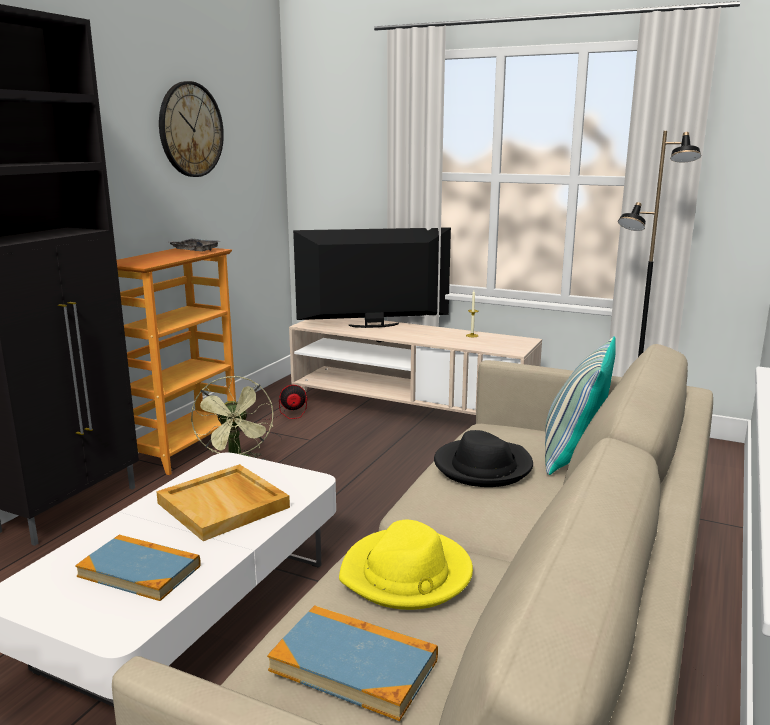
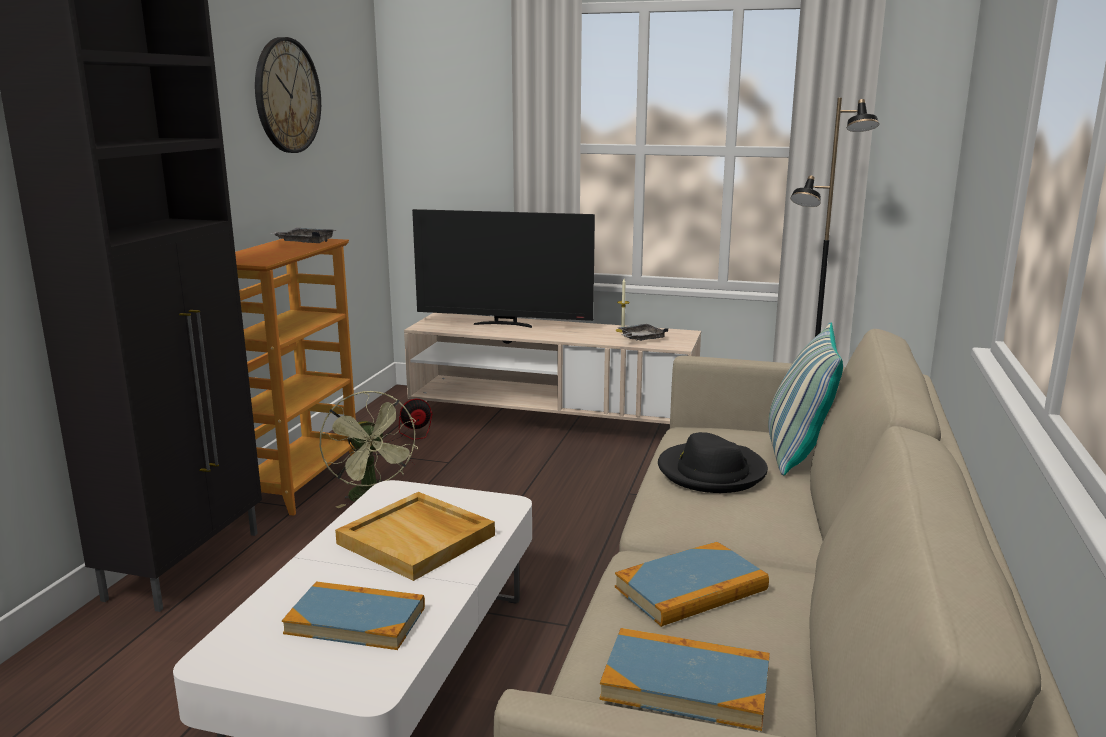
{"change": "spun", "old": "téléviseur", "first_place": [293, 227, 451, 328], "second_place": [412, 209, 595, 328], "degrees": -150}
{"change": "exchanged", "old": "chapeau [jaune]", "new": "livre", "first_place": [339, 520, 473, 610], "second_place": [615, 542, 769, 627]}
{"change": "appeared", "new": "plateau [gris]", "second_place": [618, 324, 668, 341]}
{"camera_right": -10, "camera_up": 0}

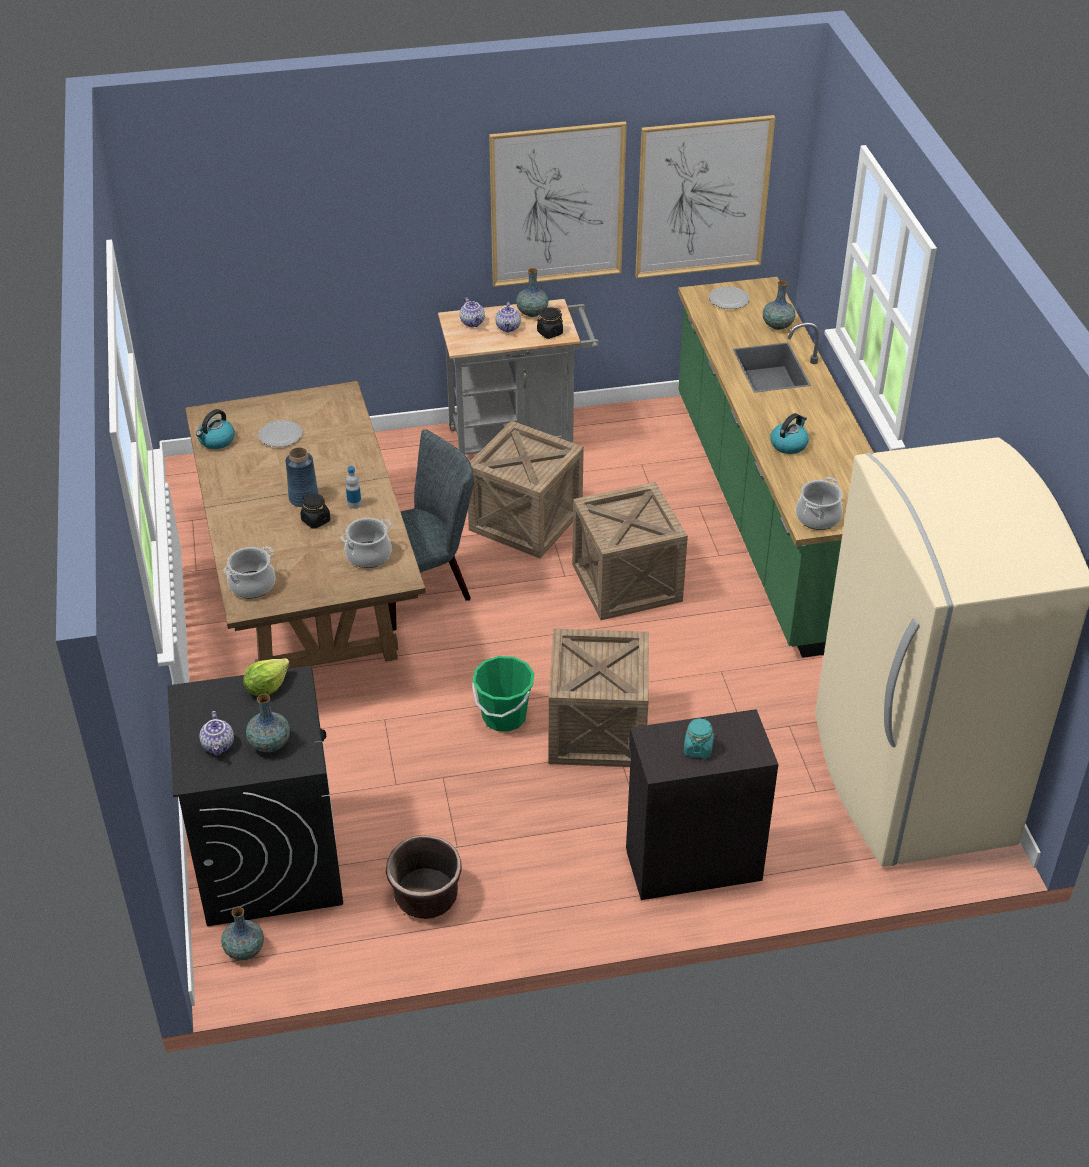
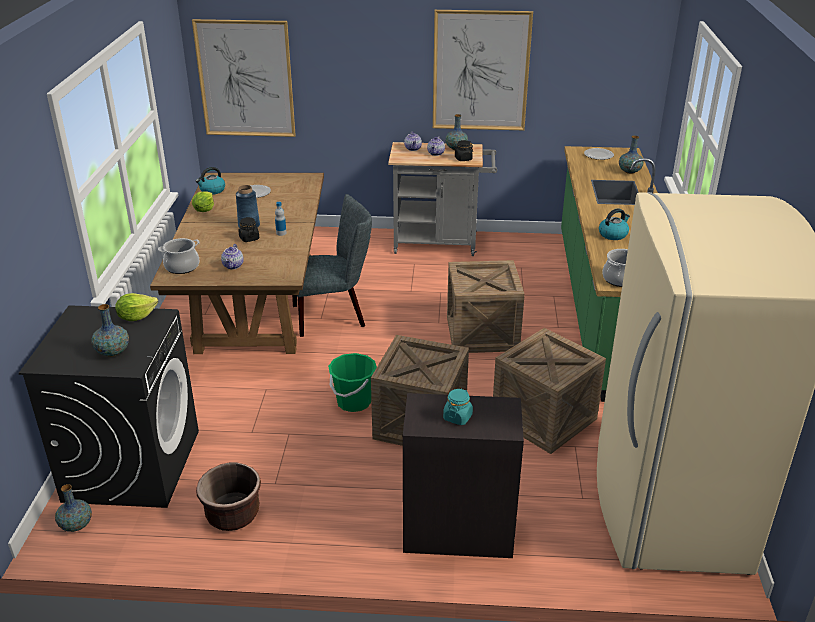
{"change": "relocated", "old": "théière", "first_place": [199, 711, 234, 756], "second_place": [221, 244, 244, 269]}
{"change": "missing", "old": "marmite", "first_place": [341, 518, 392, 568]}
{"change": "relocated", "old": "caisse", "first_place": [468, 421, 584, 558], "second_place": [493, 328, 606, 454]}
{"change": "relocated", "old": "tableau", "first_place": [635, 115, 775, 279], "second_place": [192, 19, 296, 137]}
{"change": "appeared", "new": "laitue", "second_place": [192, 192, 214, 212]}
{"camera_right": 15, "camera_up": -10}

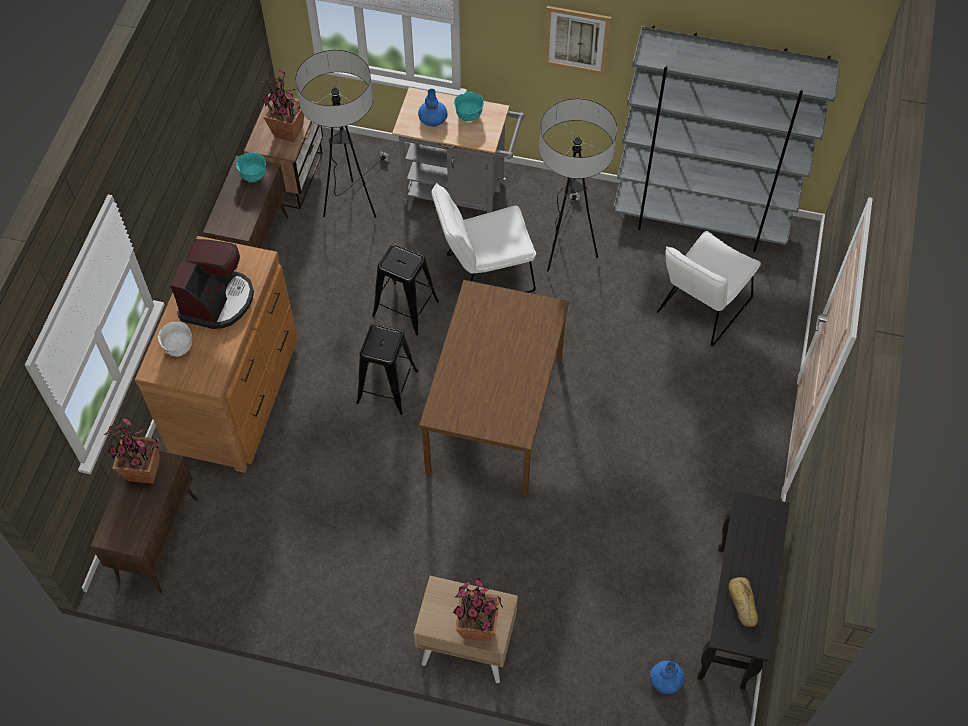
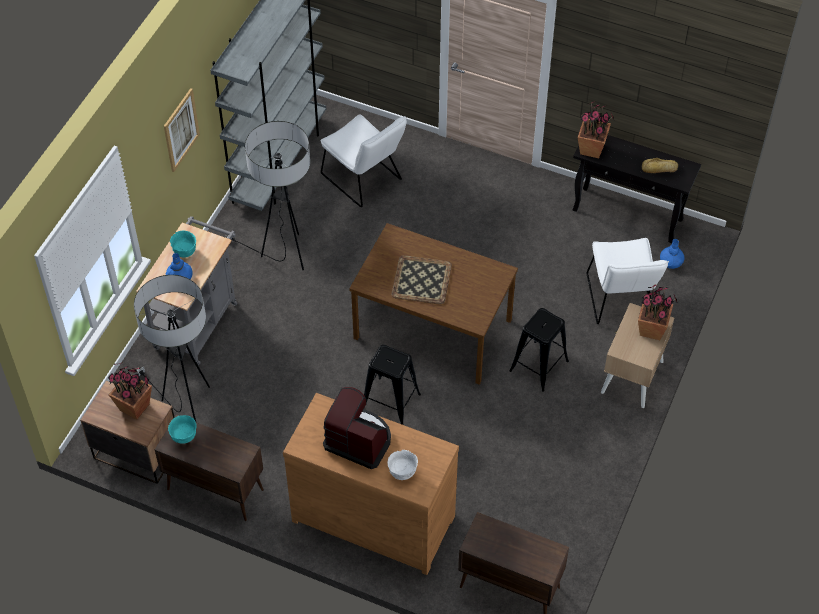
{"change": "relocated", "old": "plante en pot", "first_place": [104, 417, 160, 484], "second_place": [578, 101, 614, 158]}
{"change": "relocated", "old": "tabouret [noir]", "first_place": [372, 244, 439, 335], "second_place": [509, 308, 569, 392]}
{"change": "relocated", "old": "chaise [blanc]", "first_place": [432, 183, 536, 293], "second_place": [587, 238, 669, 324]}
{"change": "appeared", "new": "plateau", "second_place": [391, 255, 452, 304]}
{"camera_right": -80, "camera_up": -5}

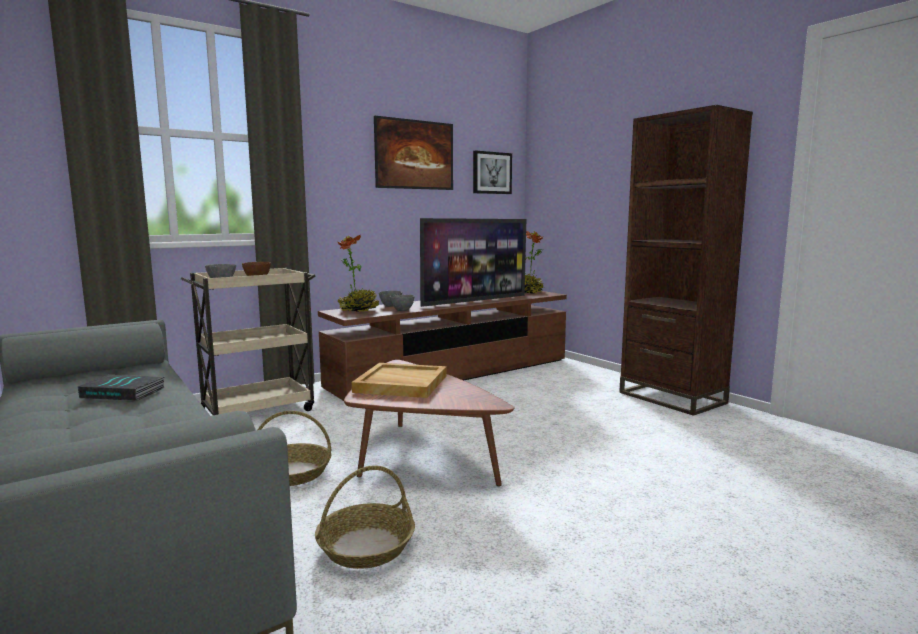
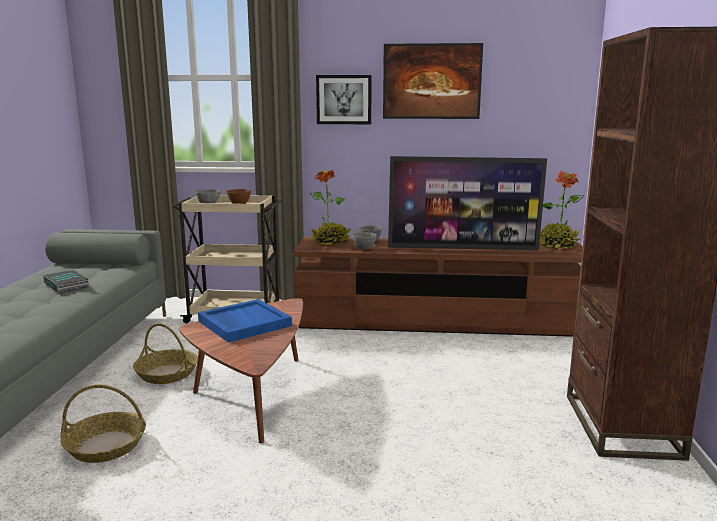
{"change": "colour", "old": "plateau [beige]", "new": "plateau [bleu]", "first_place": [352, 363, 446, 398], "second_place": [198, 299, 292, 343]}
{"change": "relocated", "old": "tableau", "first_place": [473, 150, 512, 194], "second_place": [316, 75, 372, 124]}
{"camera_right": 40, "camera_up": 5}

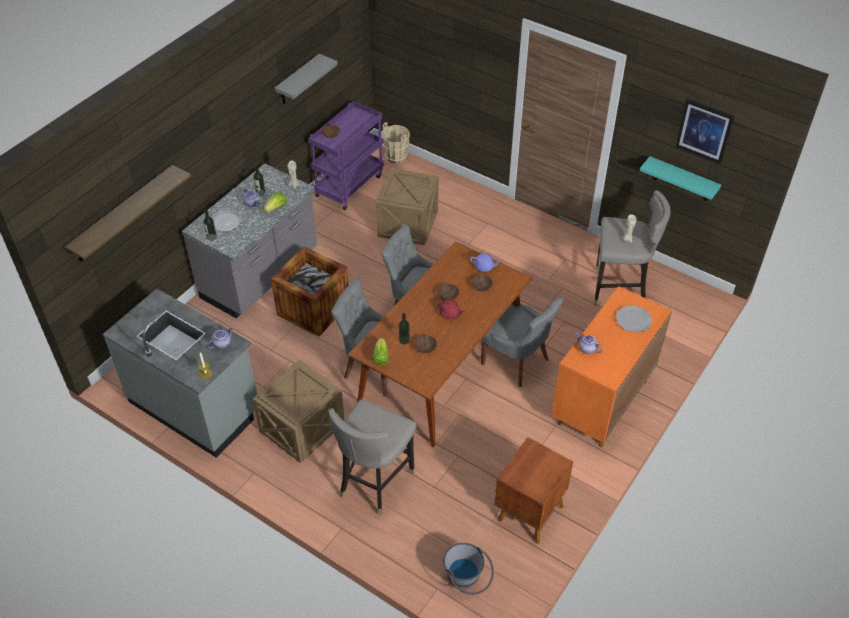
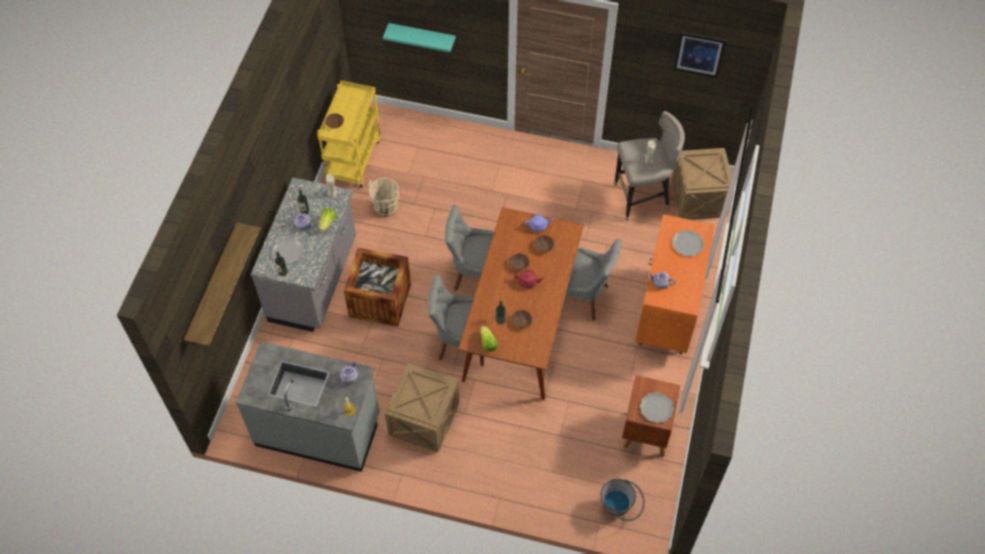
{"change": "missing", "old": "étagère [gris]", "first_place": [275, 54, 338, 104]}
{"change": "colour", "old": "chariot [violet]", "new": "chariot [jaune]", "first_place": [308, 101, 384, 210], "second_place": [317, 81, 381, 188]}
{"change": "missing", "old": "tabouret [gris]", "first_place": [328, 399, 417, 515]}
{"change": "relocated", "old": "caisse", "first_place": [376, 168, 439, 245], "second_place": [671, 148, 735, 220]}
{"change": "relocated", "old": "seau [beige]", "first_place": [381, 122, 410, 164], "second_place": [368, 177, 399, 217]}
{"change": "relocated", "old": "étagère [turquoise]", "first_place": [640, 156, 721, 201], "second_place": [383, 23, 456, 52]}
{"change": "appeared", "new": "assiette", "second_place": [640, 392, 674, 423]}
{"camera_right": -20, "camera_up": 10}

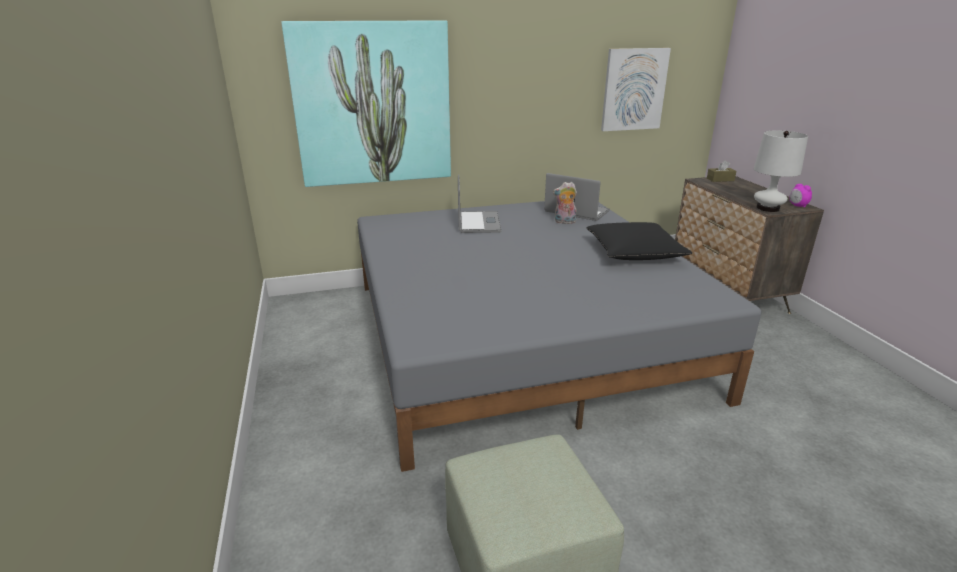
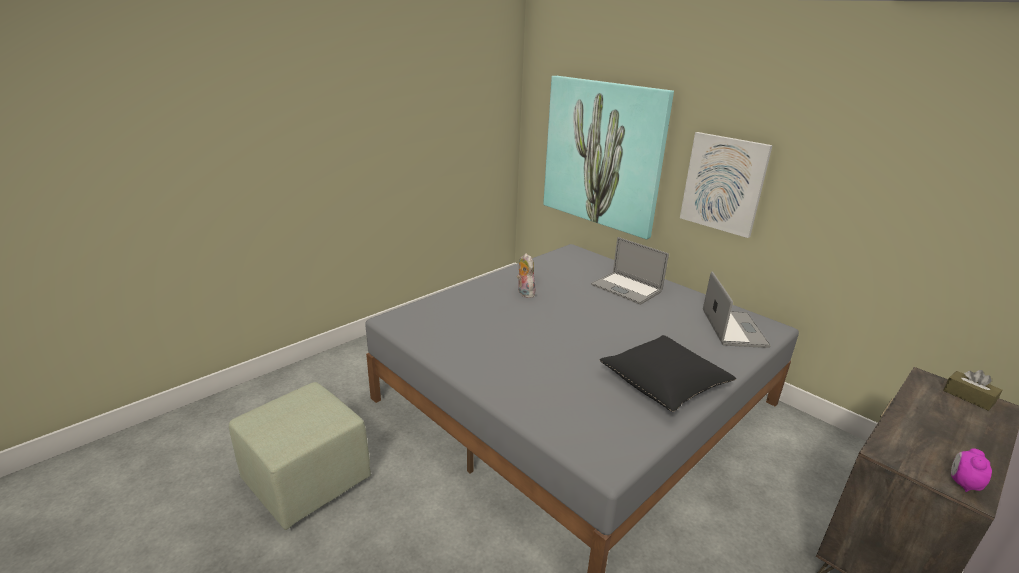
{"change": "spun", "old": "ordinateur portable", "first_place": [458, 174, 502, 233], "second_place": [591, 237, 669, 305], "degrees": 75}
{"change": "relocated", "old": "peluche", "first_place": [553, 182, 577, 224], "second_place": [517, 253, 536, 298]}
{"change": "relocated", "old": "tableau", "first_place": [601, 48, 671, 131], "second_place": [680, 132, 773, 238]}
{"change": "missing", "old": "lampe de table [blanc]", "first_place": [754, 130, 808, 212]}
{"camera_right": 60, "camera_up": 0}

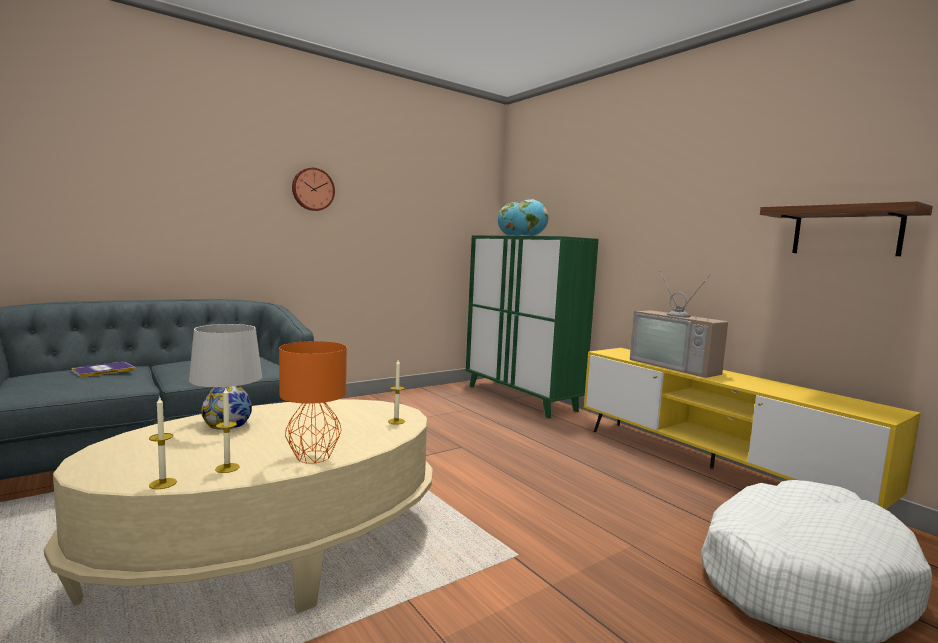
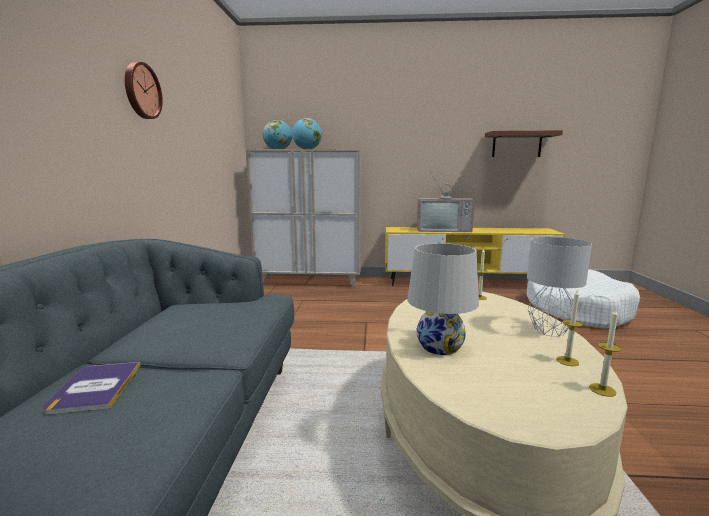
{"change": "colour", "old": "lampe de table [orange]", "new": "lampe de table [gris]", "first_place": [279, 341, 347, 463], "second_place": [527, 237, 592, 337]}
{"change": "colour", "old": "meuble de rangement [vert]", "new": "meuble de rangement [beige]", "first_place": [466, 235, 598, 418], "second_place": [246, 149, 362, 288]}
{"camera_right": -50, "camera_up": 5}

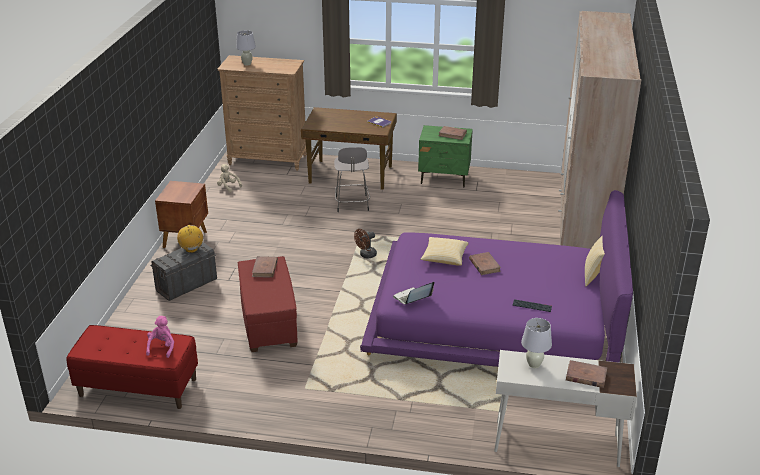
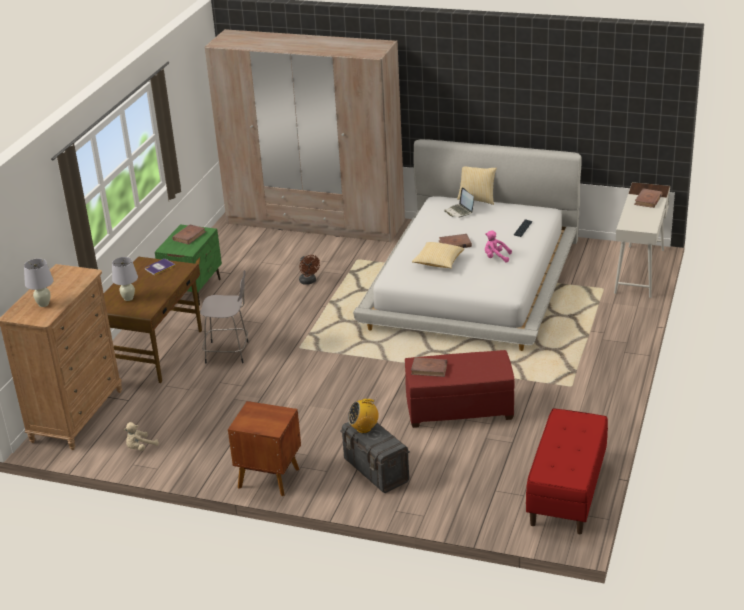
{"change": "relocated", "old": "peluche [rose]", "first_place": [146, 316, 174, 358], "second_place": [485, 230, 512, 263]}
{"change": "relocated", "old": "ventilateur [marron]", "first_place": [354, 229, 377, 258], "second_place": [299, 255, 320, 285]}
{"change": "colour", "old": "lit [violet]", "new": "lit [blanc]", "first_place": [360, 190, 633, 367], "second_place": [353, 139, 582, 351]}
{"change": "relocated", "old": "ordinateur portable", "first_place": [393, 282, 434, 304], "second_place": [444, 187, 474, 217]}
{"change": "relocated", "old": "lampe de table [blanc]", "first_place": [521, 318, 552, 368], "second_place": [112, 257, 138, 301]}
{"camera_right": -80, "camera_up": 0}

